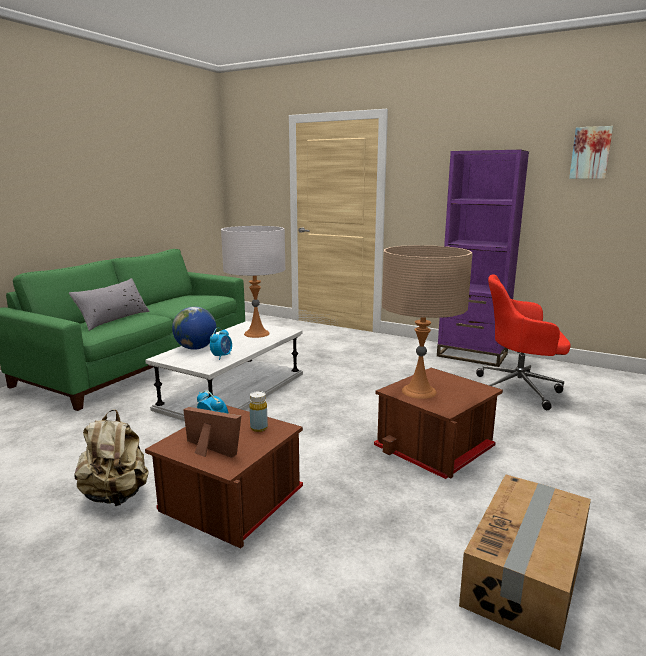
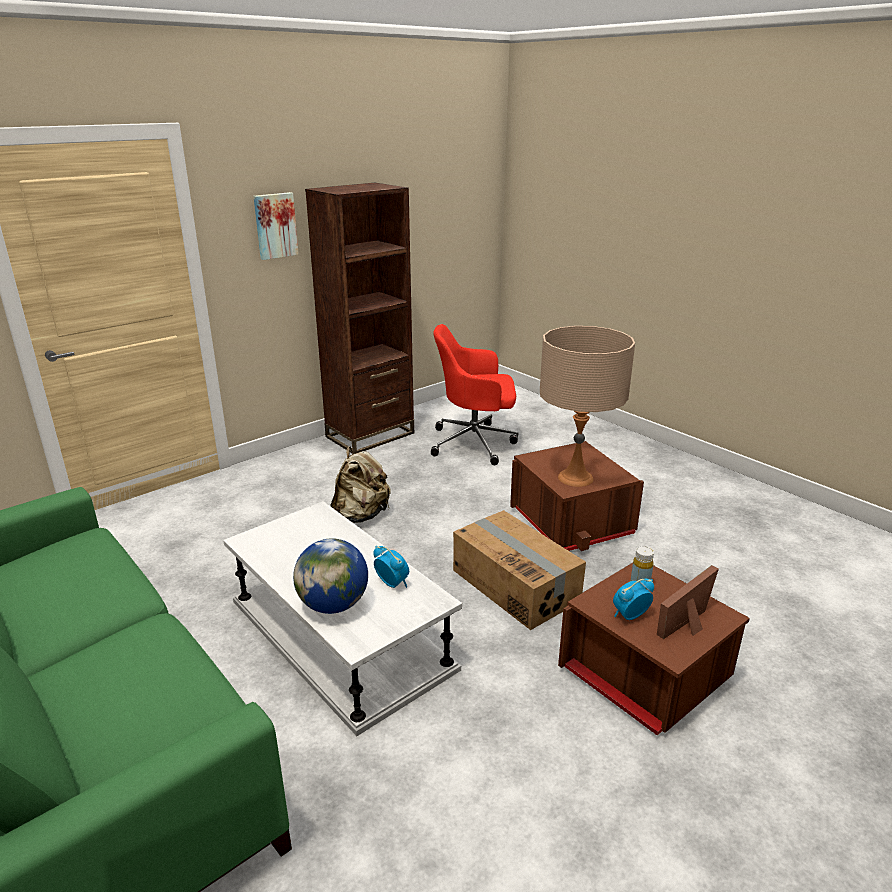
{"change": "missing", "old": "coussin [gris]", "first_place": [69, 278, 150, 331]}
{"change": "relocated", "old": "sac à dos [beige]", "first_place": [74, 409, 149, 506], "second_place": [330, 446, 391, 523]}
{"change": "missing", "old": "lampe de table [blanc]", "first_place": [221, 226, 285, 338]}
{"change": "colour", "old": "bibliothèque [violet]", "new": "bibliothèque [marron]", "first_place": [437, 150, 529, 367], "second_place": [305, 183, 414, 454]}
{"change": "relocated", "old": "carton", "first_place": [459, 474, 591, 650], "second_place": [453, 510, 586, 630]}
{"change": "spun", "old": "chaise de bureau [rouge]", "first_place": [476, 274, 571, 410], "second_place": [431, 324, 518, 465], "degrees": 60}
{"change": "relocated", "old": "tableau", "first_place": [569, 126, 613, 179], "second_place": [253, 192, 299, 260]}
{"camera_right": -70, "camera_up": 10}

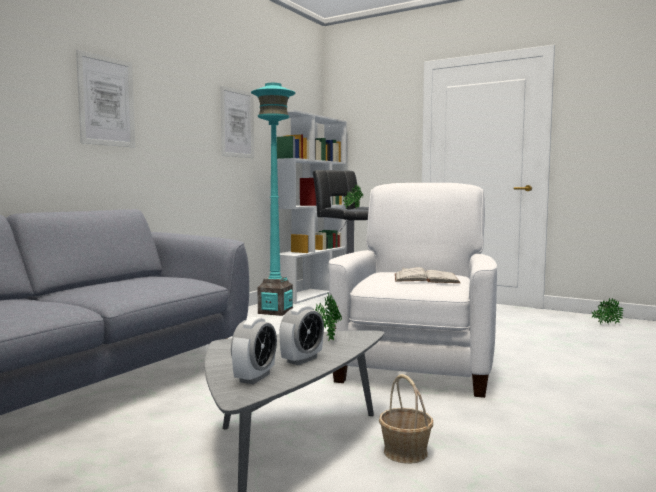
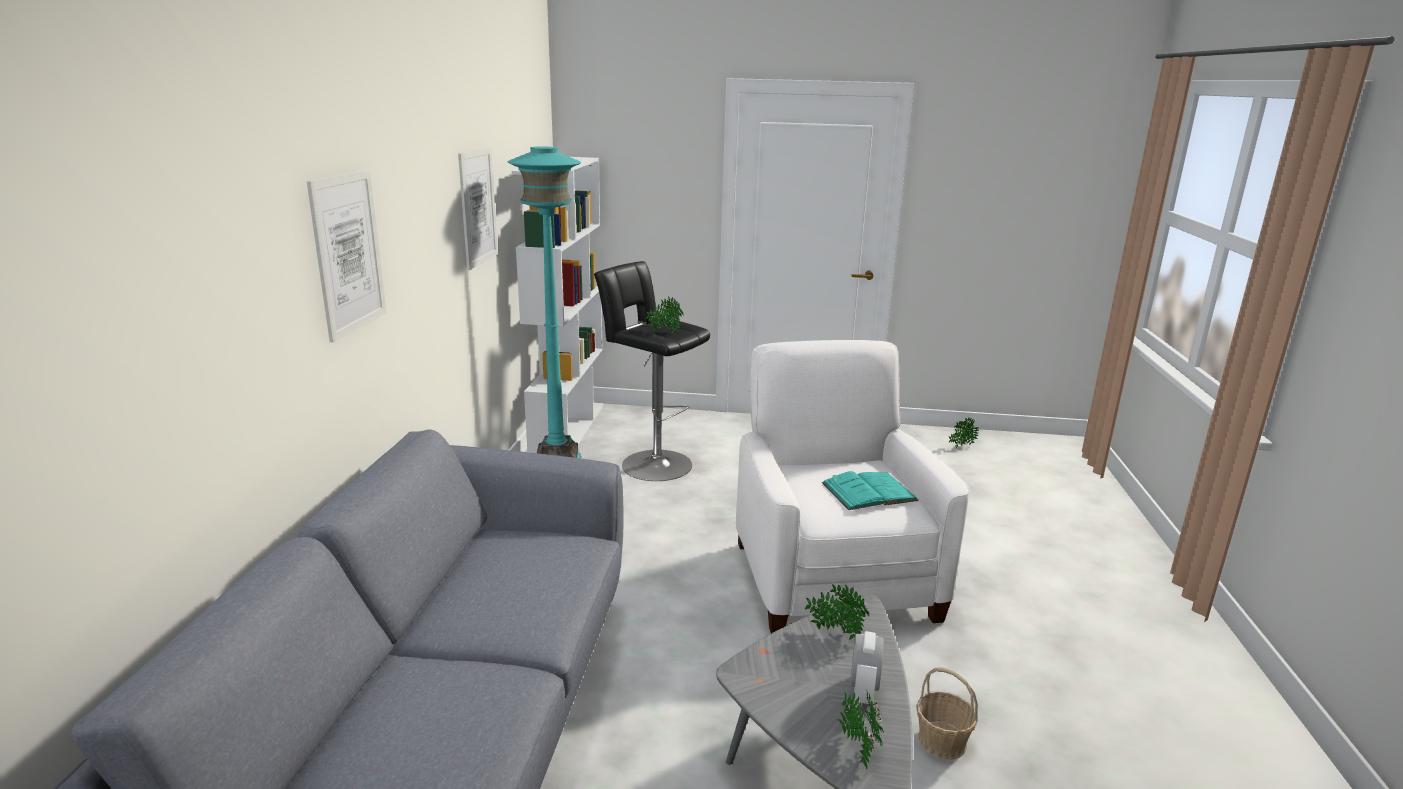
{"change": "exchanged", "old": "réveil", "new": "plante en pot", "first_place": [231, 317, 277, 384], "second_place": [837, 690, 884, 770]}
{"change": "colour", "old": "livre [blanc]", "new": "livre [turquoise]", "first_place": [395, 267, 460, 283], "second_place": [822, 471, 919, 510]}
{"camera_right": -25, "camera_up": 15}

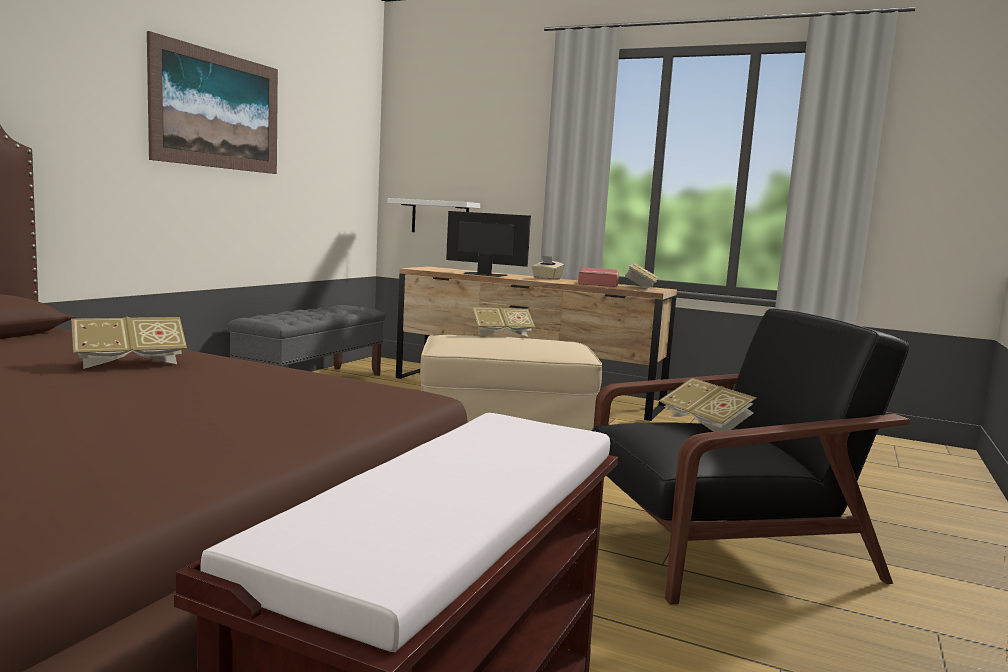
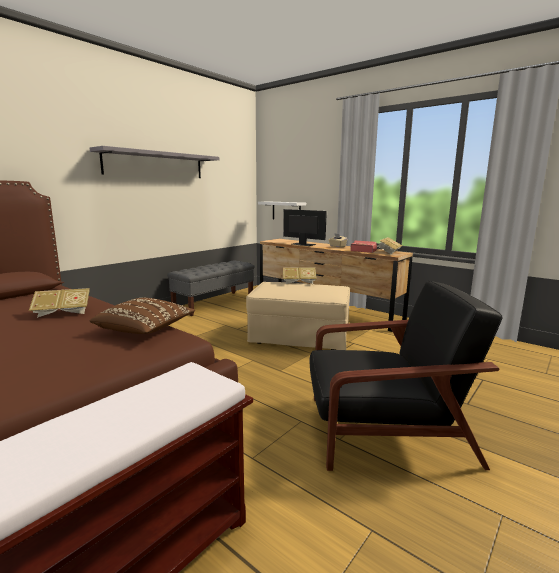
{"change": "exchanged", "old": "tableau", "new": "étagère [gris]", "first_place": [147, 31, 278, 174], "second_place": [90, 146, 219, 178]}
{"change": "missing", "old": "livre", "first_place": [659, 378, 757, 432]}
{"change": "appeared", "new": "coussin [marron]", "second_place": [90, 298, 195, 334]}
{"camera_right": 15, "camera_up": 5}

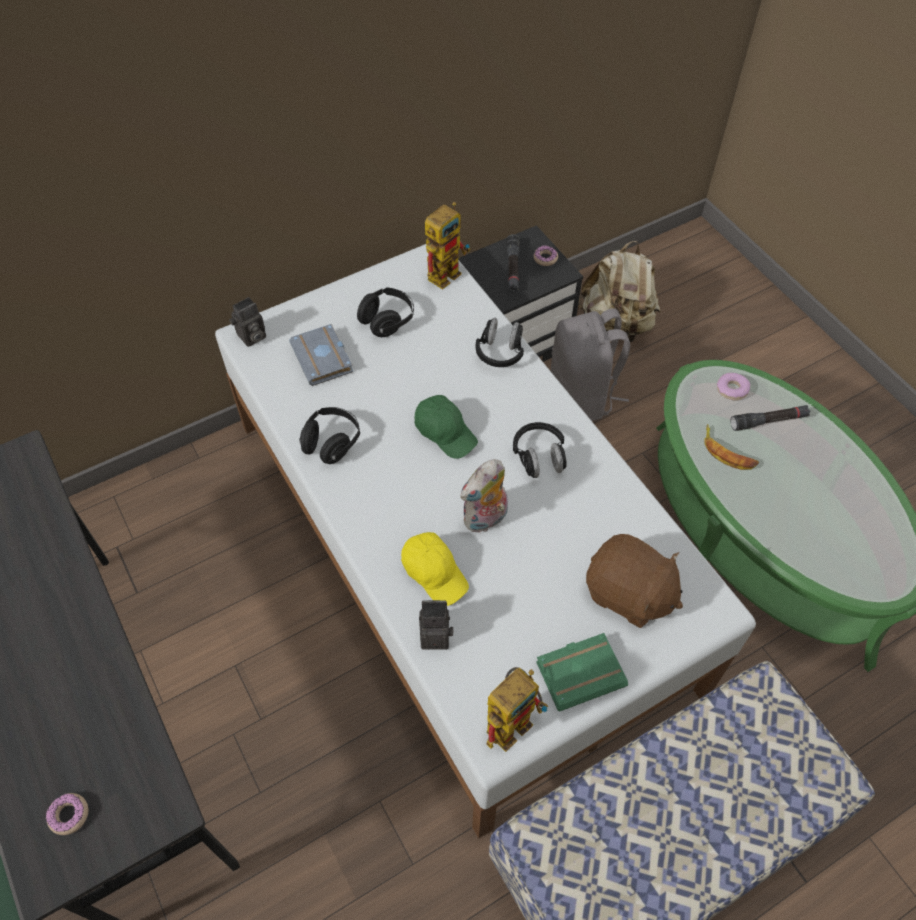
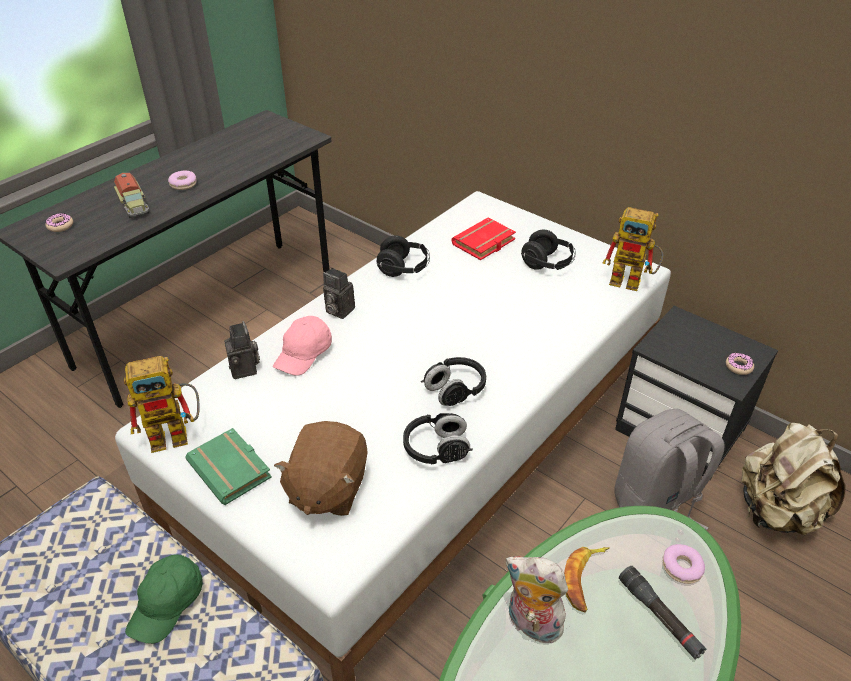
{"change": "relocated", "old": "appareil photo", "first_place": [229, 297, 266, 347], "second_place": [323, 268, 355, 319]}
{"change": "colour", "old": "livre [gris]", "new": "livre [rouge]", "first_place": [289, 324, 353, 386], "second_place": [451, 218, 516, 260]}
{"change": "colour", "old": "casquette [jaune]", "new": "casquette [rose]", "first_place": [401, 532, 469, 606], "second_place": [273, 316, 332, 376]}
{"change": "relocated", "old": "casquette [vert]", "first_place": [414, 395, 478, 459], "second_place": [125, 555, 203, 644]}
{"change": "relocated", "old": "peluche", "first_place": [460, 459, 508, 533], "second_place": [505, 556, 568, 643]}
{"change": "relocated", "old": "casque audio [noir]", "first_place": [476, 318, 524, 367], "second_place": [403, 413, 473, 465]}
{"change": "spun", "old": "robot jouet", "first_place": [486, 667, 548, 752], "second_place": [124, 356, 200, 453], "degrees": -45}
{"change": "missing", "old": "lampe de poche [noir]", "first_place": [506, 234, 520, 292]}
{"change": "appeared", "new": "camion jouet", "second_place": [114, 173, 149, 218]}
{"change": "appeared", "new": "beignet", "second_place": [168, 171, 197, 190]}
{"camera_right": 70, "camera_up": -15}

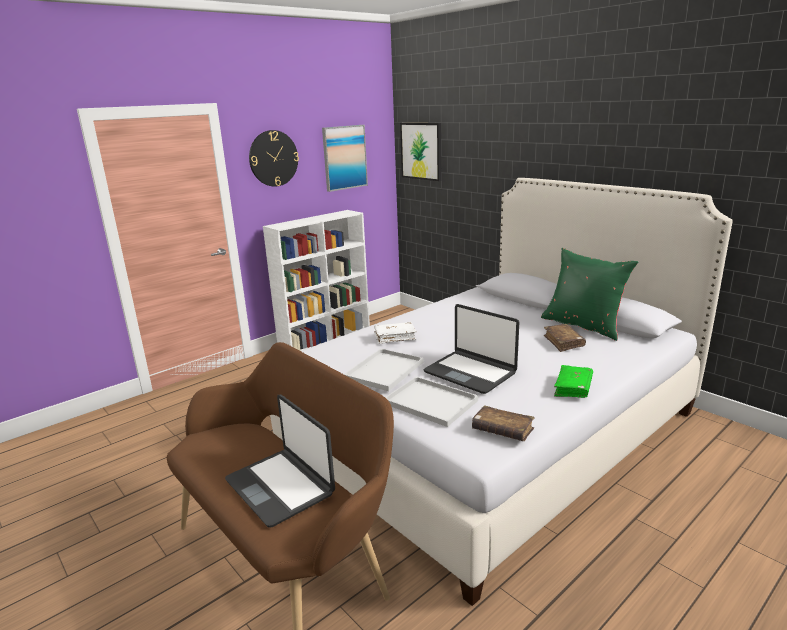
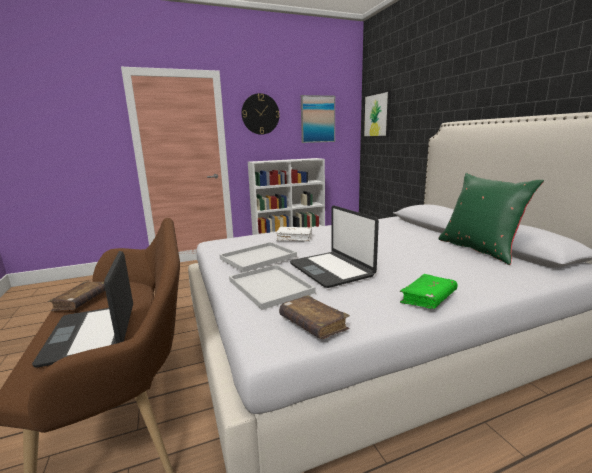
{"change": "relocated", "old": "livre [marron]", "first_place": [544, 324, 586, 352], "second_place": [48, 281, 105, 311]}
{"camera_right": 20, "camera_up": -5}

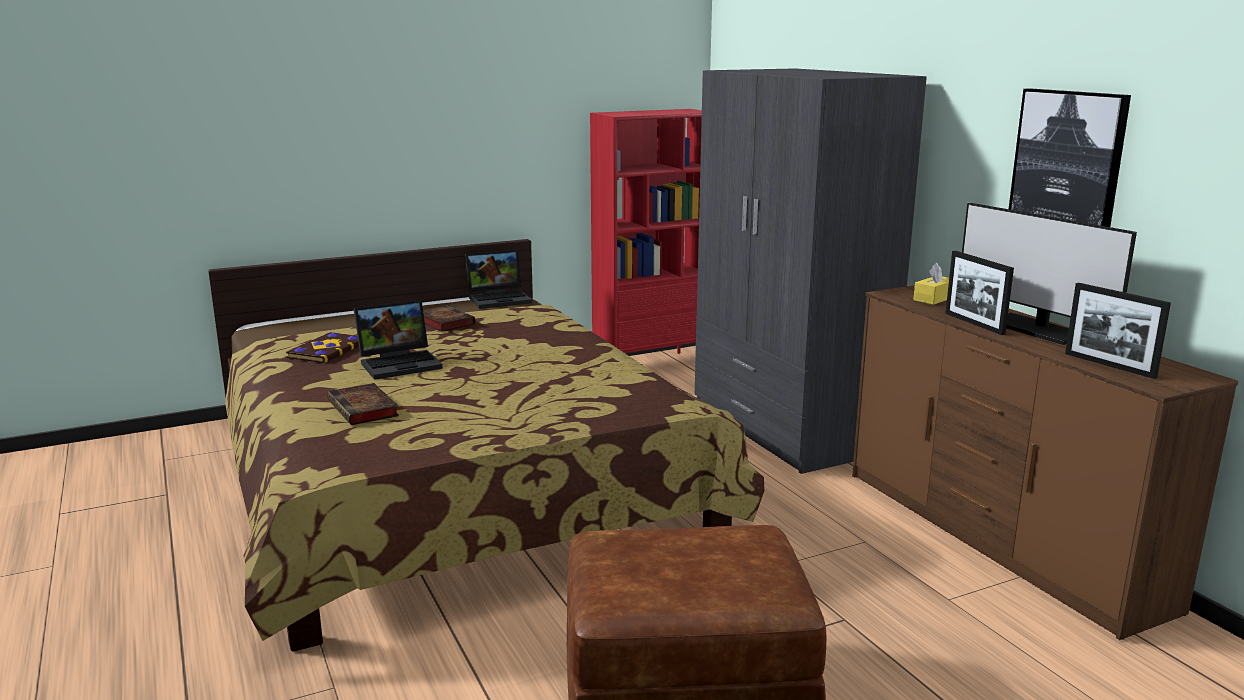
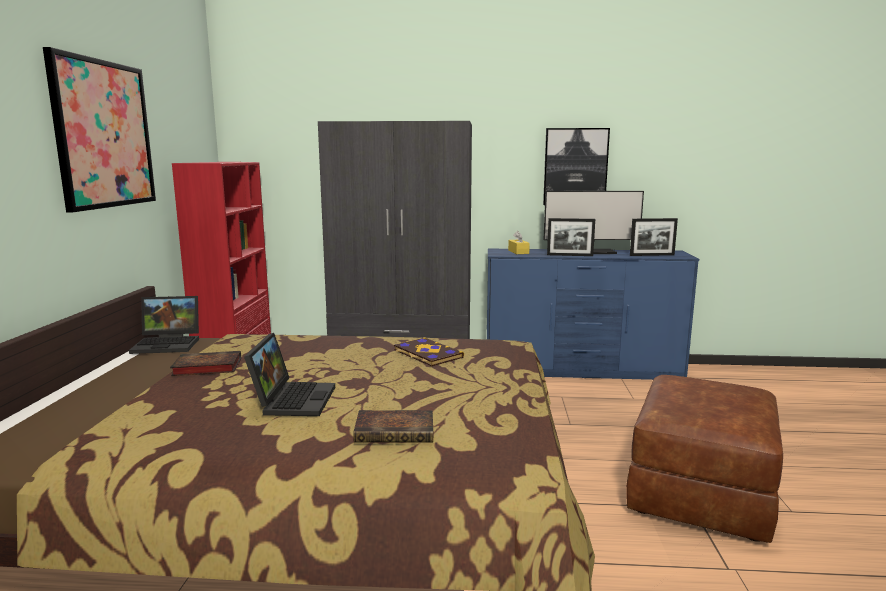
{"change": "relocated", "old": "livre", "first_place": [286, 332, 359, 363], "second_place": [394, 337, 464, 366]}
{"change": "spun", "old": "ordinateur portable", "first_place": [465, 250, 532, 309], "second_place": [129, 296, 199, 354], "degrees": 75}
{"change": "colour", "old": "commode [marron]", "new": "commode [bleu]", "first_place": [852, 285, 1238, 640], "second_place": [487, 249, 699, 380]}
{"change": "appeared", "new": "tableau", "second_place": [43, 47, 156, 212]}
{"camera_right": -60, "camera_up": -5}

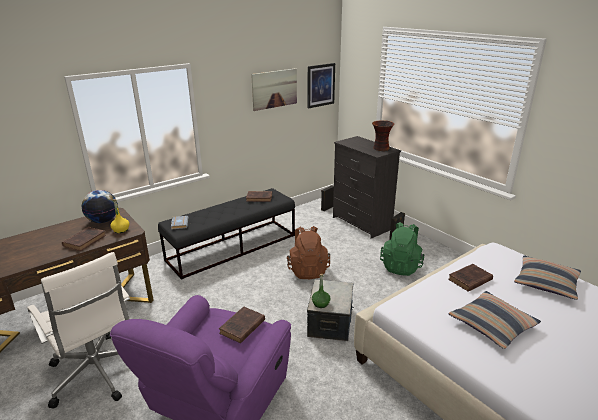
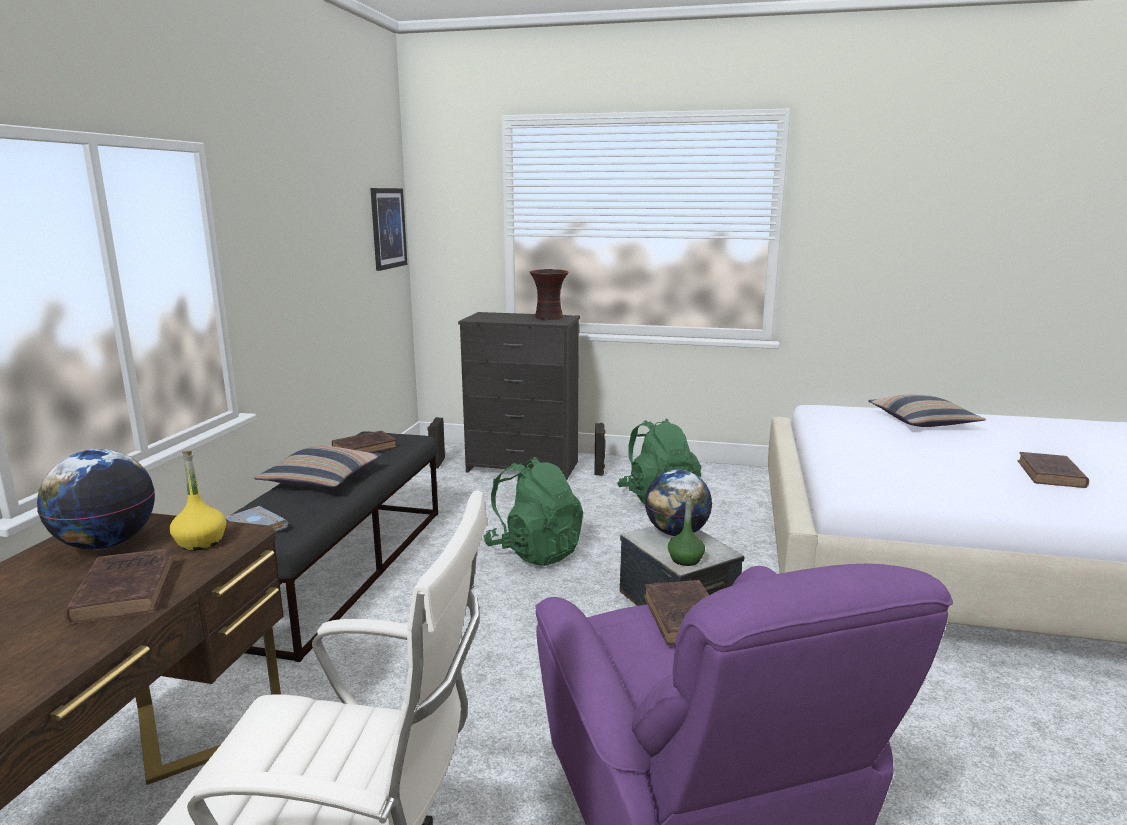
{"change": "missing", "old": "tableau", "first_place": [251, 68, 297, 111]}
{"change": "colour", "old": "sac à dos [marron]", "new": "sac à dos [vert]", "first_place": [287, 226, 330, 279], "second_place": [484, 457, 583, 566]}
{"change": "relocated", "old": "livre [marron]", "first_place": [448, 264, 493, 292], "second_place": [1018, 452, 1089, 488]}
{"change": "relocated", "old": "coussin", "first_place": [449, 291, 541, 349], "second_place": [254, 446, 382, 487]}
{"change": "appeared", "new": "globe", "second_place": [645, 470, 712, 536]}
{"camera_right": -40, "camera_up": -10}

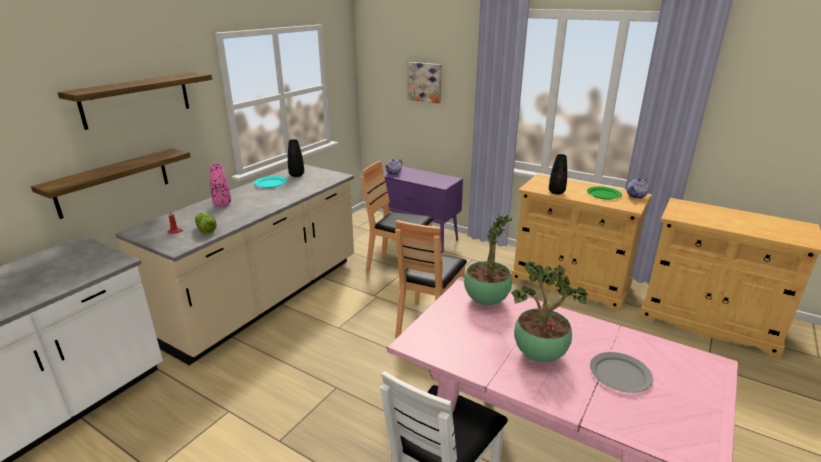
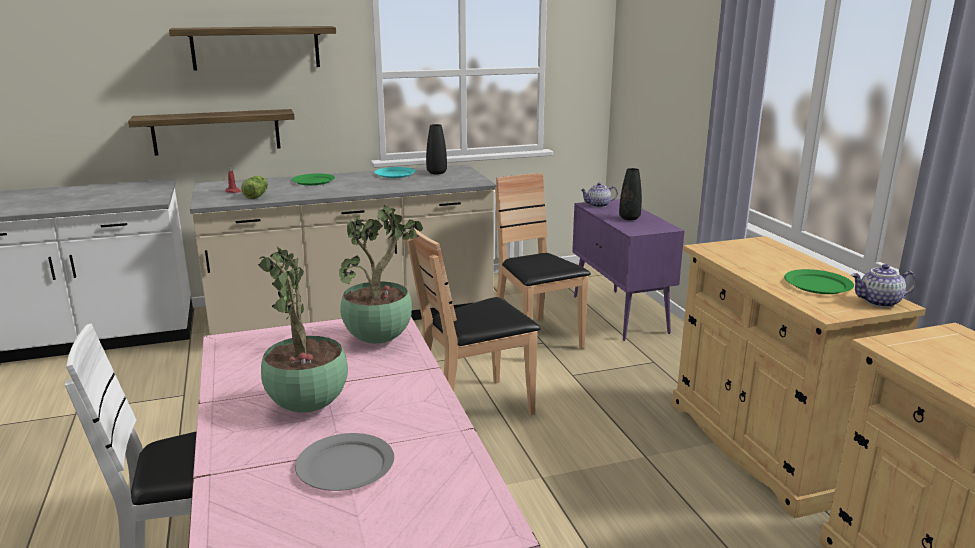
{"change": "exchanged", "old": "vase [rose]", "new": "assiette [vert]", "first_place": [210, 164, 231, 207], "second_place": [292, 174, 335, 185]}
{"change": "missing", "old": "tableau", "first_place": [407, 62, 442, 103]}
{"change": "relocated", "old": "vase [noir]", "first_place": [549, 154, 567, 195], "second_place": [619, 168, 642, 220]}
{"camera_right": 40, "camera_up": -5}

